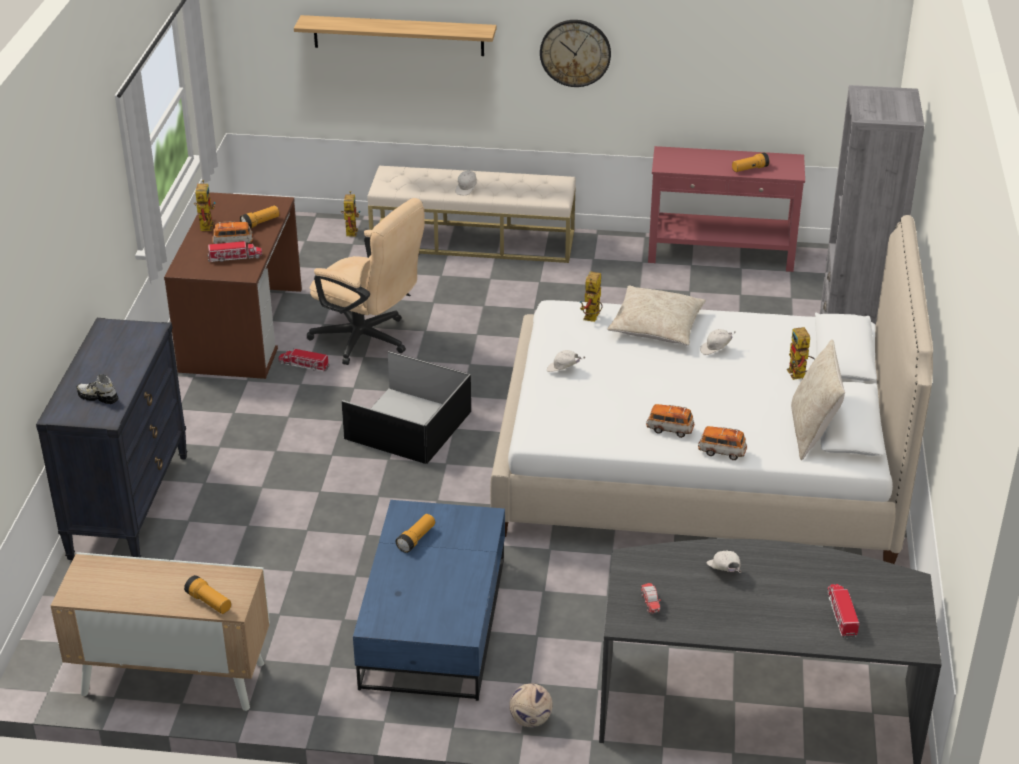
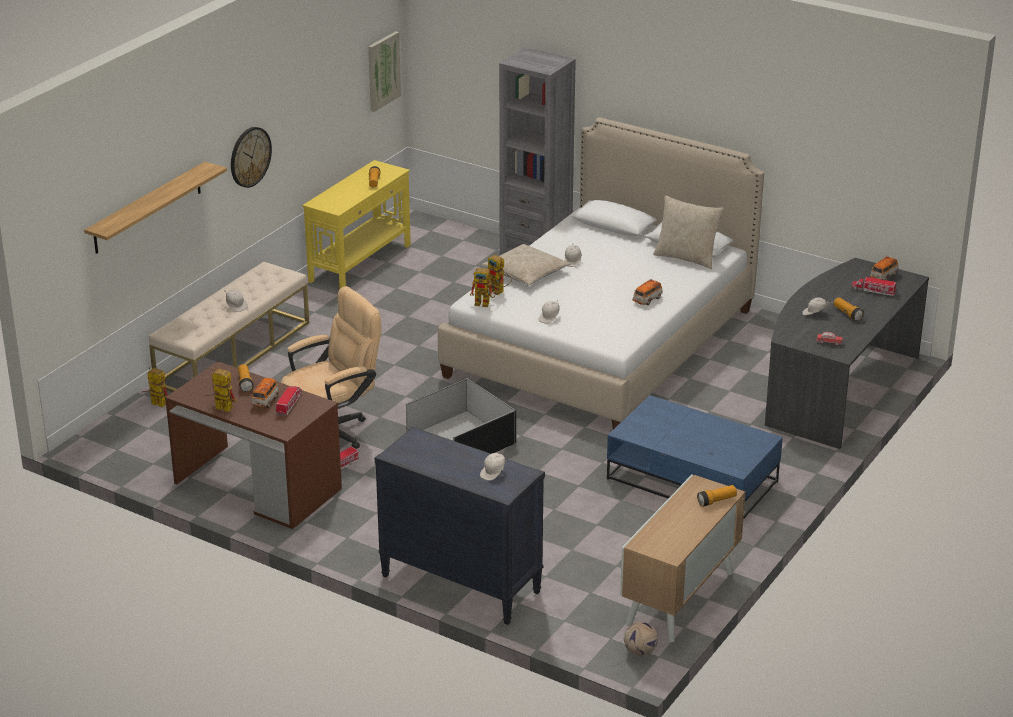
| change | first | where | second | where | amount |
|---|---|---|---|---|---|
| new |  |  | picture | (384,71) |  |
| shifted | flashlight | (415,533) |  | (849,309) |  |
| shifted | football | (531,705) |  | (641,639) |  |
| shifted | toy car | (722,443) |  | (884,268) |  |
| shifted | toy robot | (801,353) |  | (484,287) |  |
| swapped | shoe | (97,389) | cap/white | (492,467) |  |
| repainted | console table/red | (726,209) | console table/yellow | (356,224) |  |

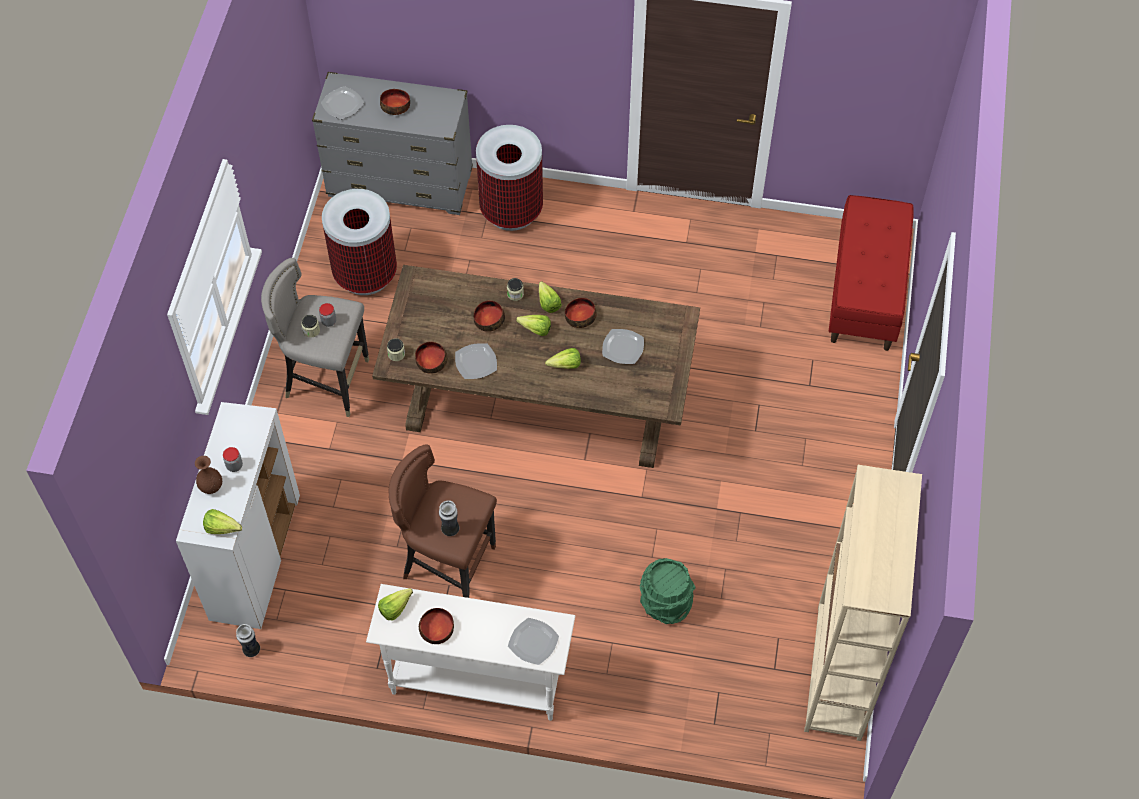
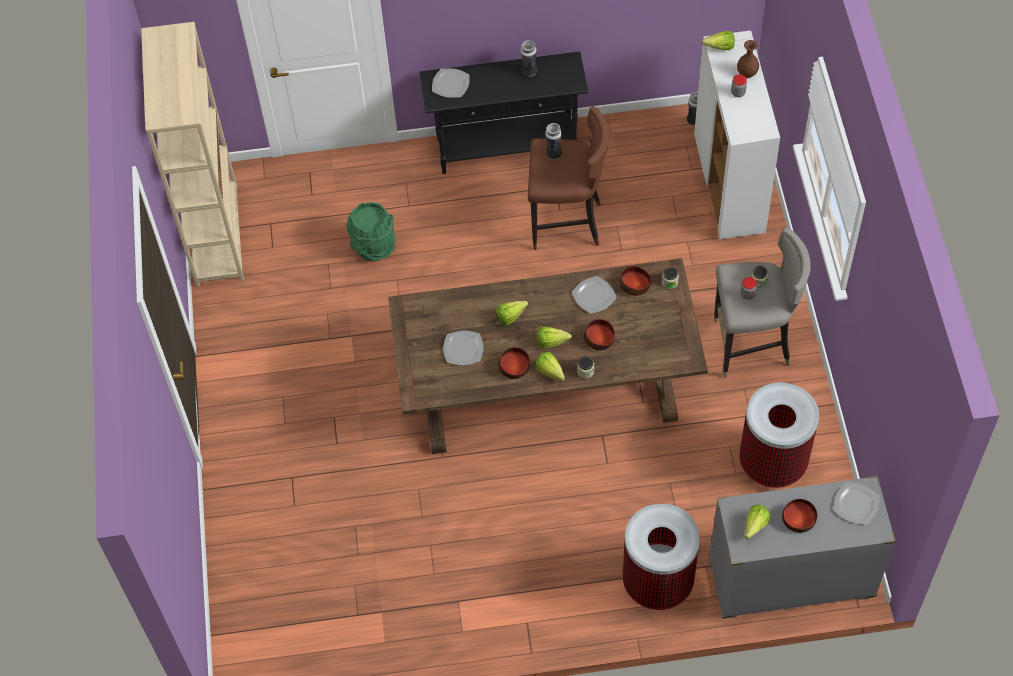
| change | first | where | second | where | amount |
|---|---|---|---|---|---|
| gone | bench/red | (871,273) |  |  |  |
| shifted | lettuce | (395,604) |  | (758,522) |  |
| swapped | bowl | (436,626) | vase | (529,58) |  |
| repainted | console table/white | (470,652) | console table/black | (504,113) |  |

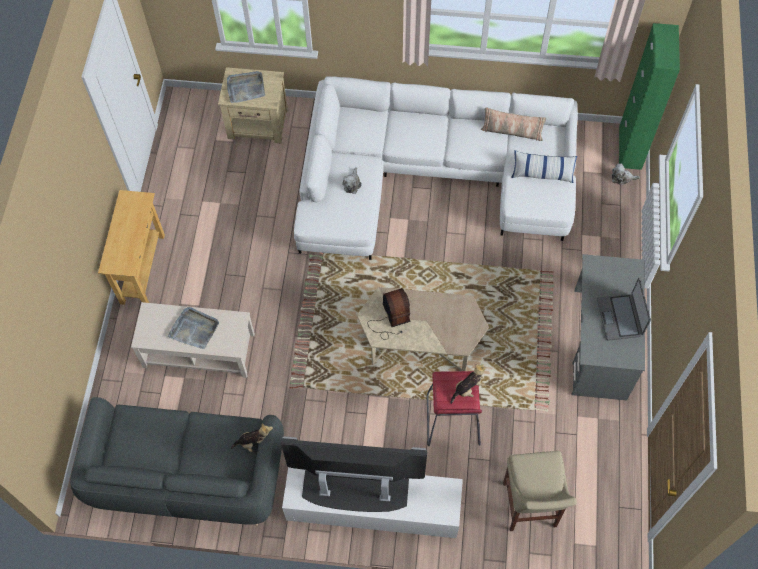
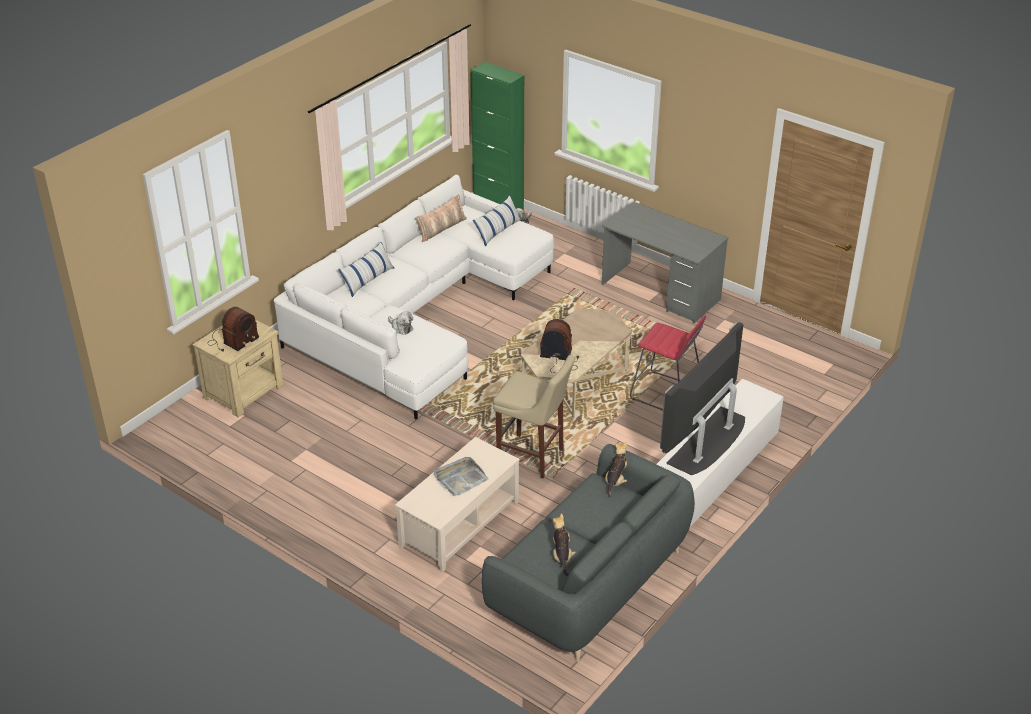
| change | first | where | second | where | amount |
|---|---|---|---|---|---|
| gone | console table/beige | (131,247) |  |  |  |
| gone | laptop | (624,309) |  |  |  |
| new |  |  | pillow | (366,269) |  |
| shifted | plush toy | (468,384) |  | (564,544) |  |
| shifted | stool/beige | (540,491) |  | (534,416) |  |
| swapped | tray/grey | (246,87) | radio | (233,329) |  |

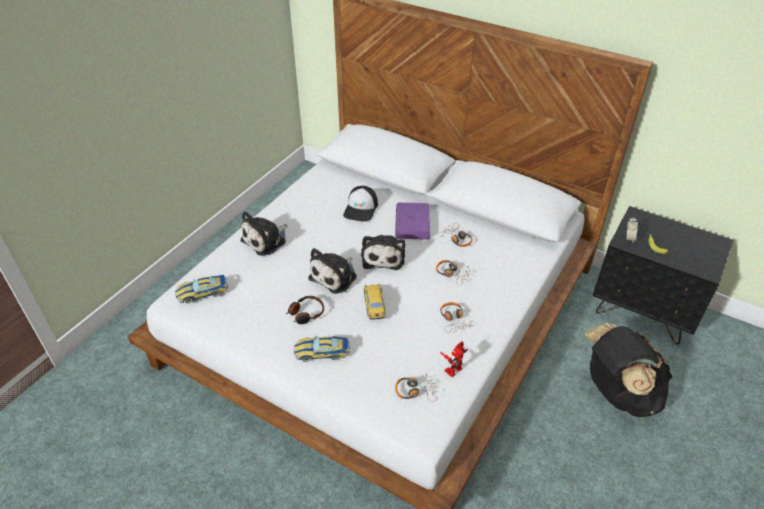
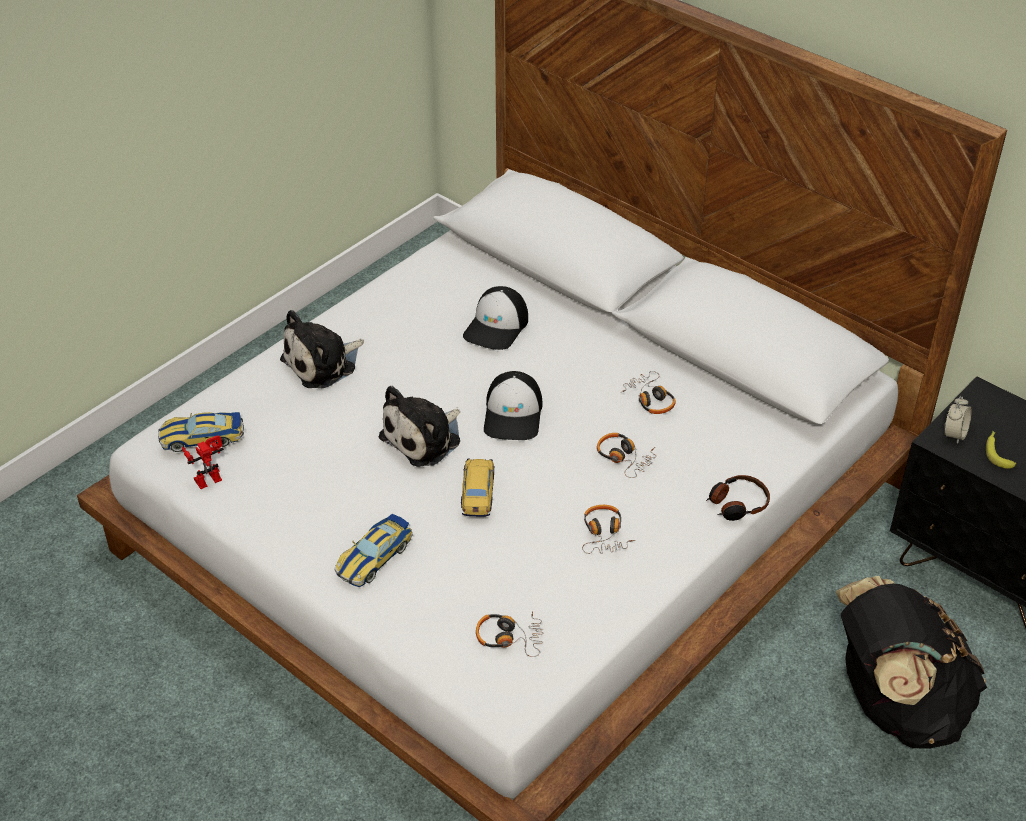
| change | first | where | second | where | amount |
|---|---|---|---|---|---|
| gone | book/purple | (412,221) |  |  |  |
| shifted | headphones | (305,310) |  | (738,498) |  |
| shifted | toy robot | (454,359) |  | (203,462) |  |
| swapped | plush toy | (383,252) | cap | (513,405) |  |
| rotated | toy car | (322,349) |  | (373,550) | 60 degrees counterclockwise |

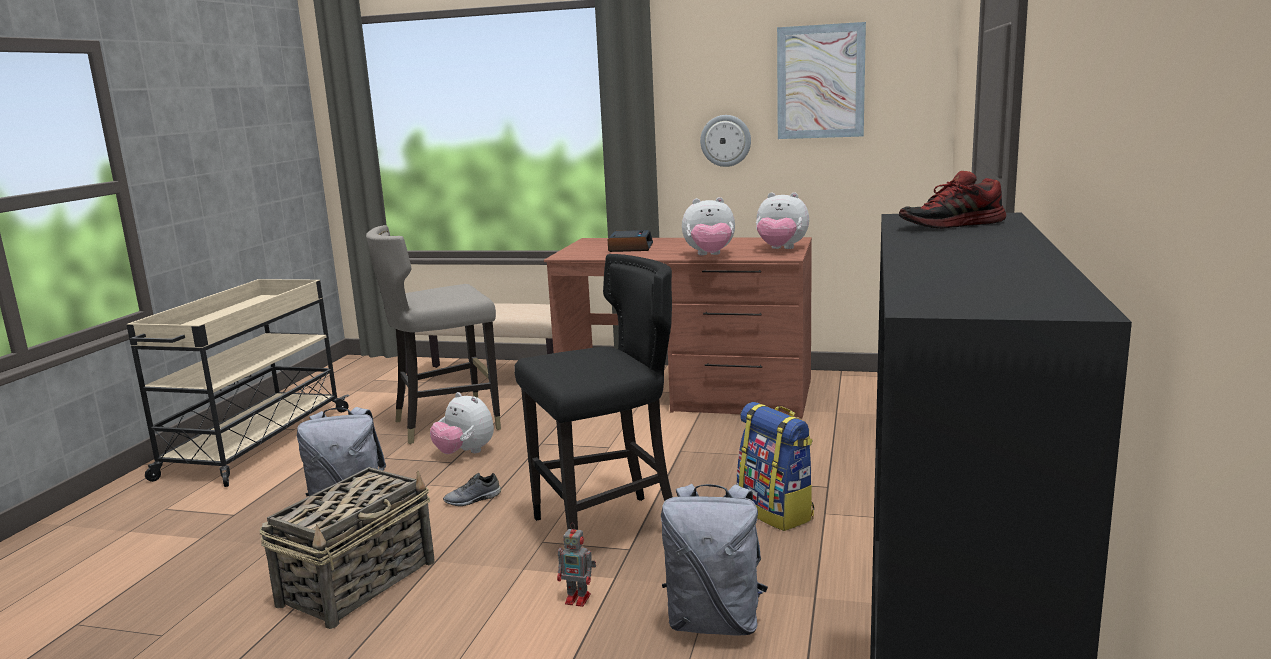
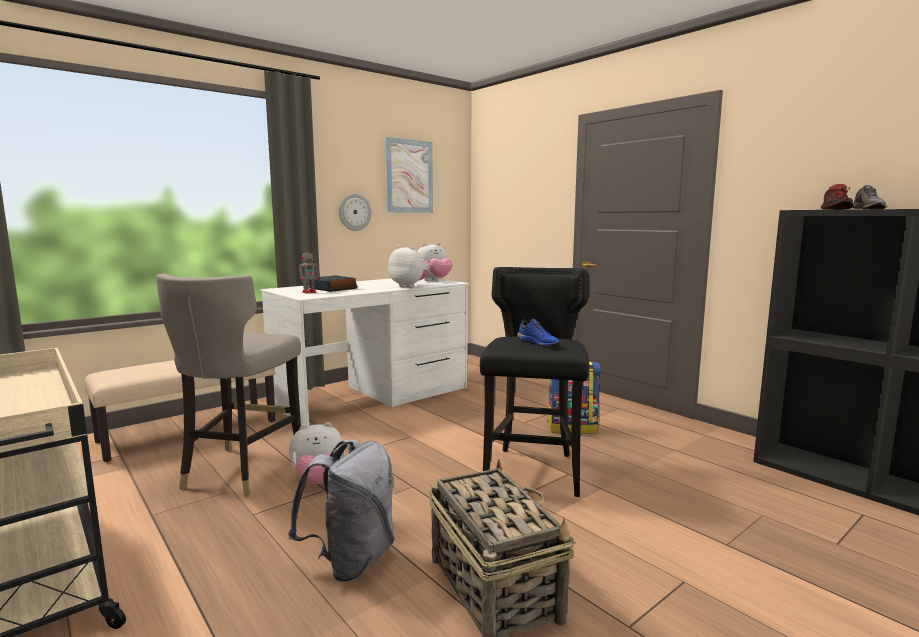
| change | first | where | second | where | amount |
|---|---|---|---|---|---|
| gone | backpack/grey | (714,560) |  |  |  |
| new |  |  | shoe/blue | (538,332) |  |
| shifted | shoe/grey | (472,489) |  | (869,197) |  |
| shifted | toy robot | (576,565) |  | (309,271) |  |
| repainted | desk/brown | (678,327) | desk/white | (364,352) |  |
| rotated | plush toy | (708,226) |  | (409,266) | 90 degrees counterclockwise |

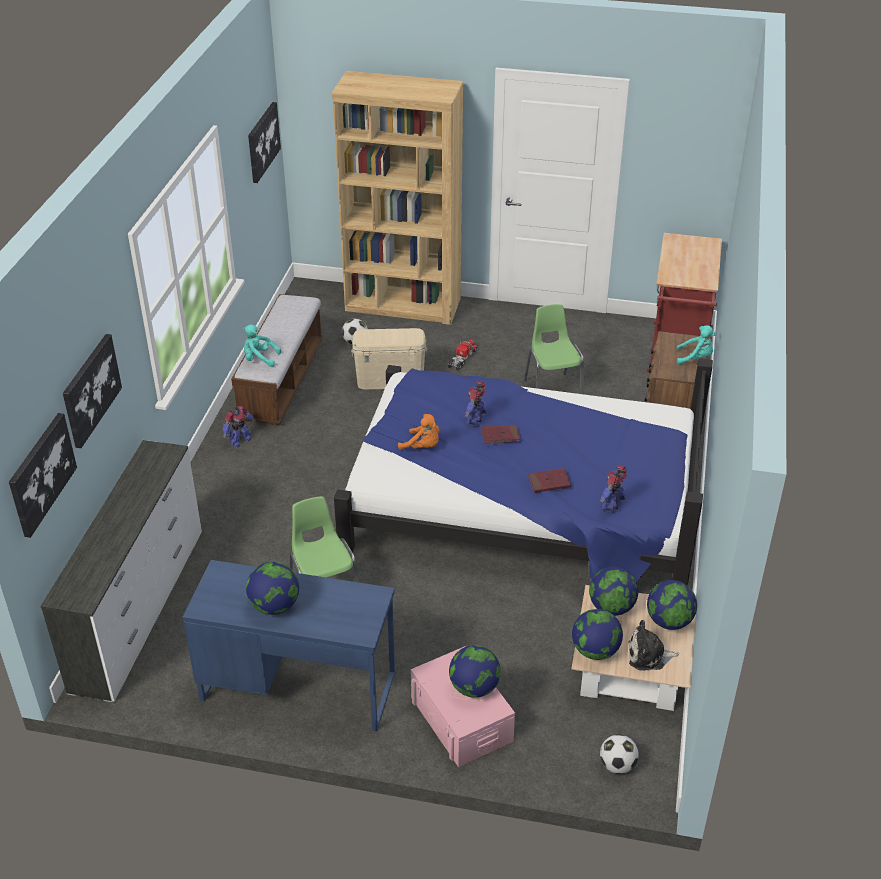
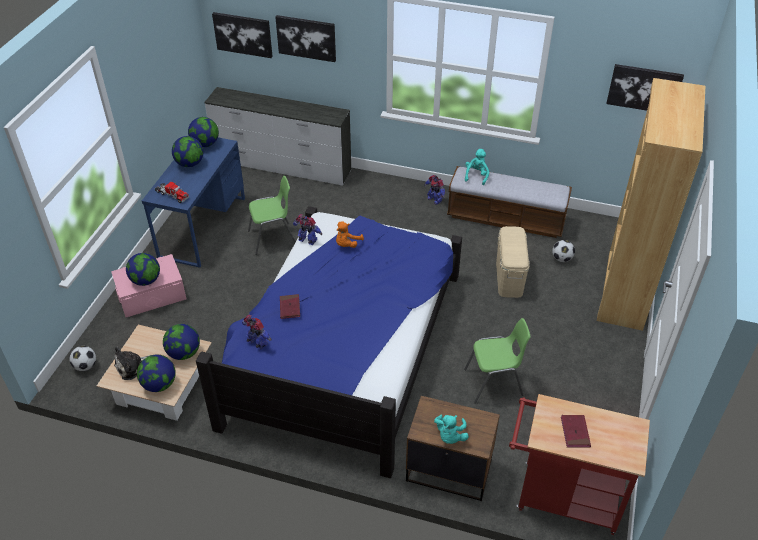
| change | first | where | second | where | amount |
|---|---|---|---|---|---|
| shifted | toy truck | (463,355) |  | (172,192) |  |
| shifted | toy robot | (475,403) |  | (307,229) |  |
| shifted | book/red | (500,434) |  | (576,431) |  |
| shifted | globe | (597,634) |  | (203,132) |  |
| rotated | plush toy | (654,645) |  | (132,363) | 135 degrees counterclockwise |

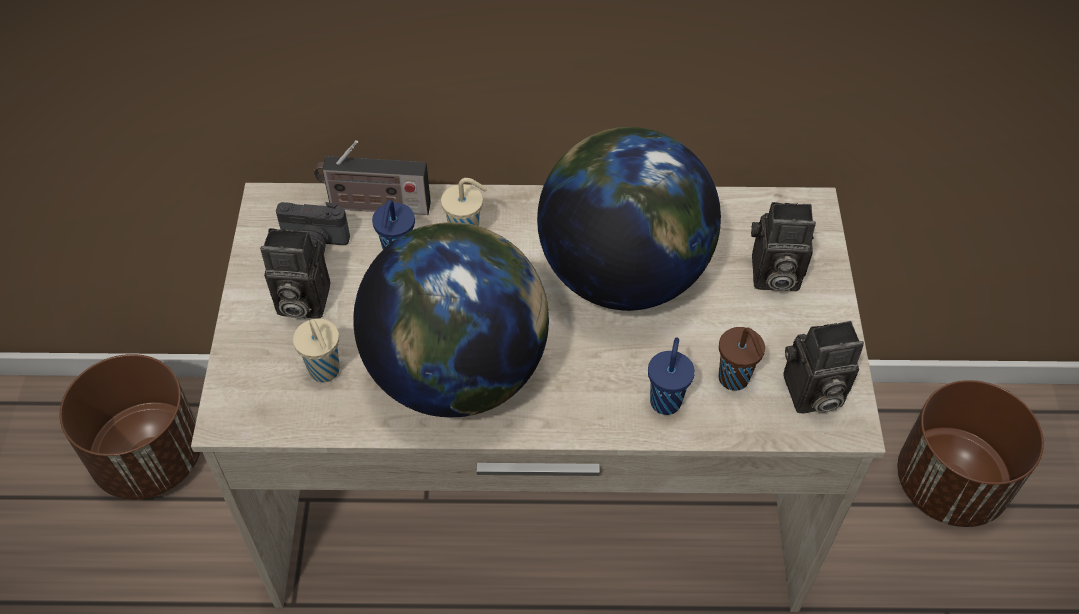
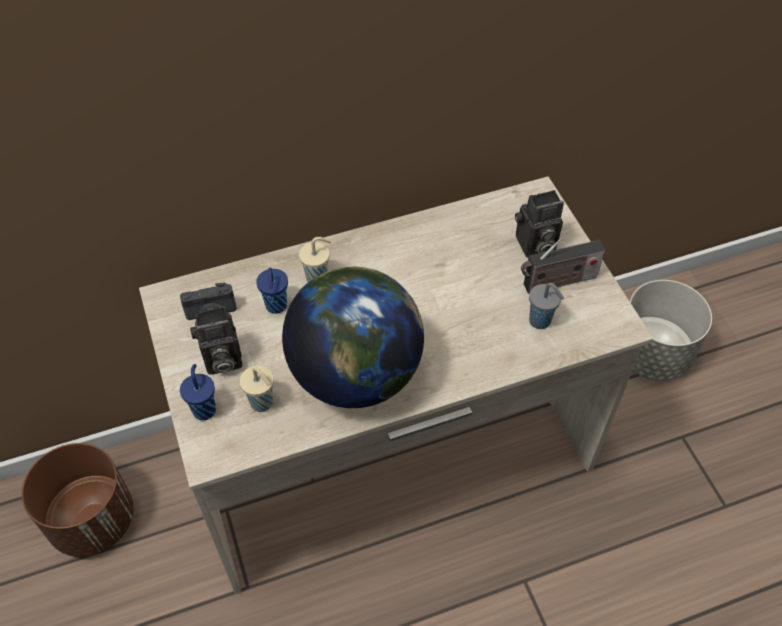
| change | first | where | second | where | amount |
|---|---|---|---|---|---|
| gone | globe | (629,219) |  |  |  |
| gone | photo camera | (824,367) |  |  |  |
| shifted | radio | (372,177) |  | (563,266) |  |
| shifted | cup/blue | (671,376) |  | (198,392) |  |
| repainted | cup/brown | (742,359) | cup/grey | (546,306) |  |
| repainted | planter/brown | (971,453) | planter/grey | (671,330) |  |

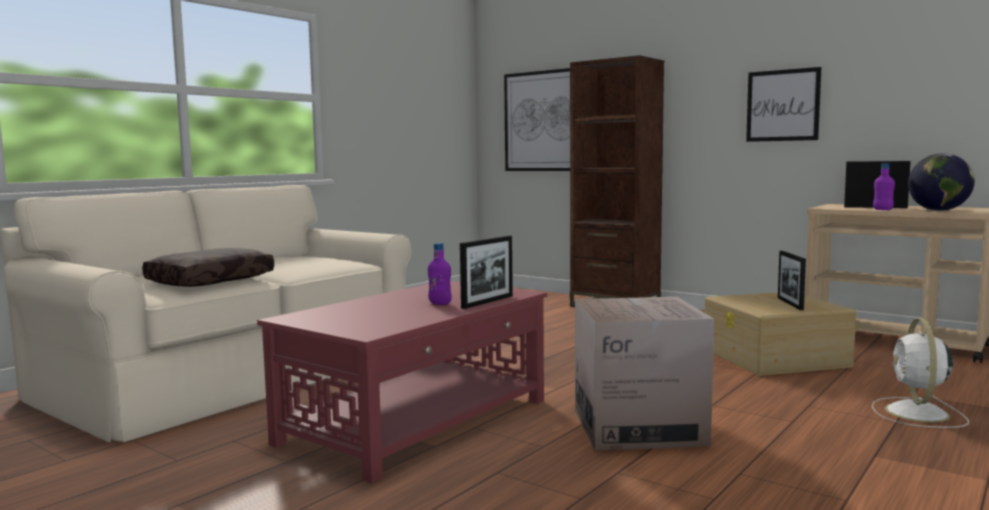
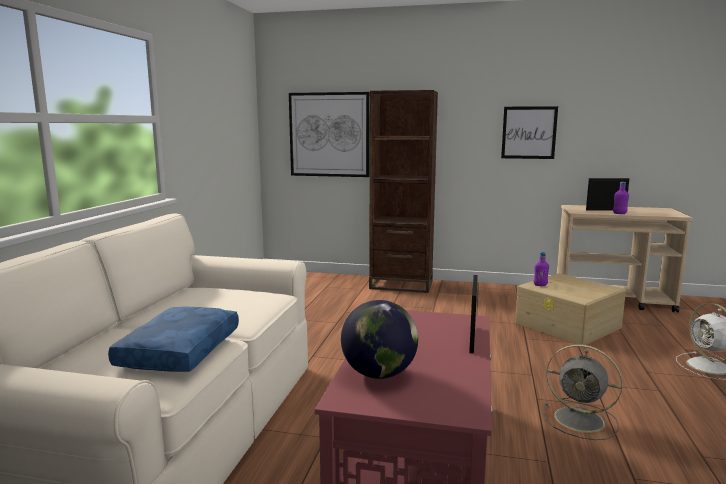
| change | first | where | second | where | amount |
|---|---|---|---|---|---|
| gone | picture frame | (792,280) |  |  |  |
| shifted | bottle/purple | (440,274) |  | (541,269) |  |
| shifted | globe | (941,182) |  | (379,339) |  |
| swapped | cardboard box | (644,374) | fan/grey | (583,392) |  |
| repainted | pillow/brown | (208,267) | pillow/blue | (173,339) |  |

